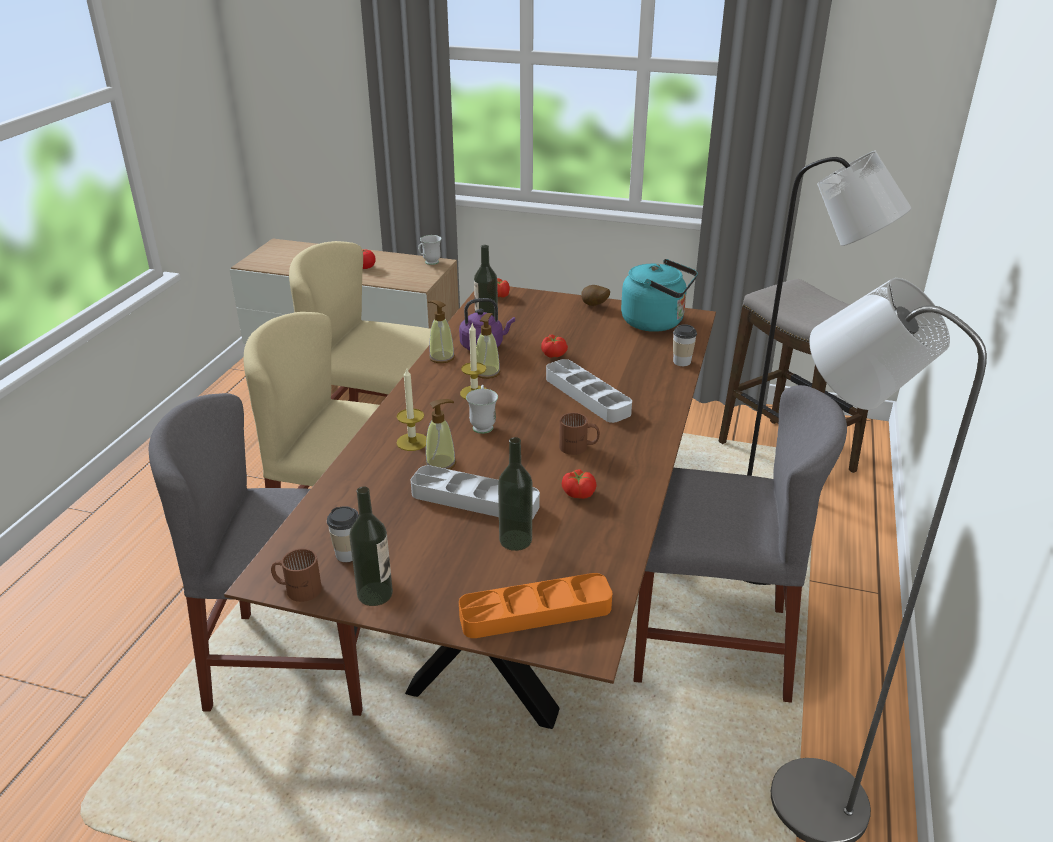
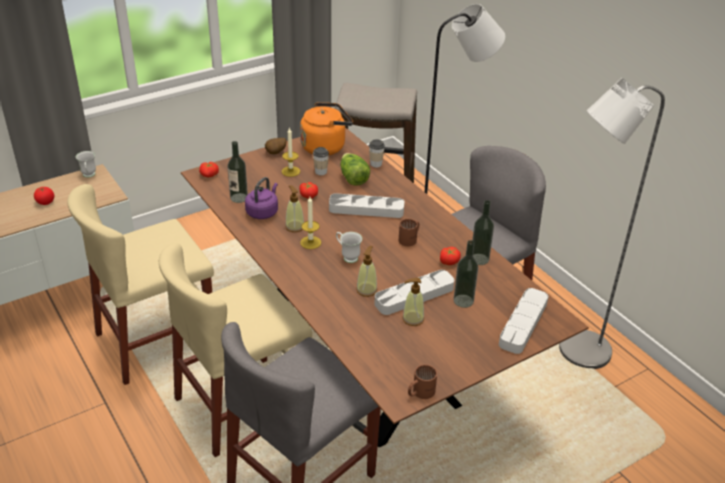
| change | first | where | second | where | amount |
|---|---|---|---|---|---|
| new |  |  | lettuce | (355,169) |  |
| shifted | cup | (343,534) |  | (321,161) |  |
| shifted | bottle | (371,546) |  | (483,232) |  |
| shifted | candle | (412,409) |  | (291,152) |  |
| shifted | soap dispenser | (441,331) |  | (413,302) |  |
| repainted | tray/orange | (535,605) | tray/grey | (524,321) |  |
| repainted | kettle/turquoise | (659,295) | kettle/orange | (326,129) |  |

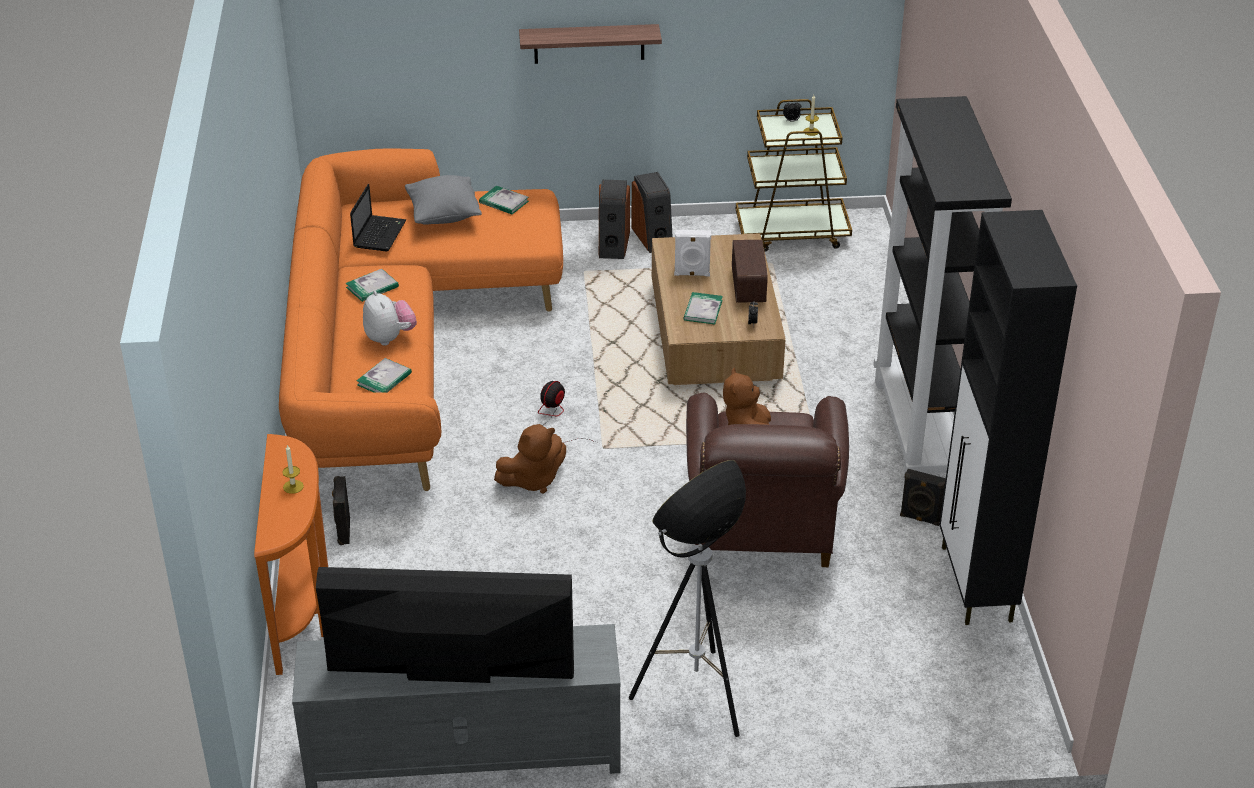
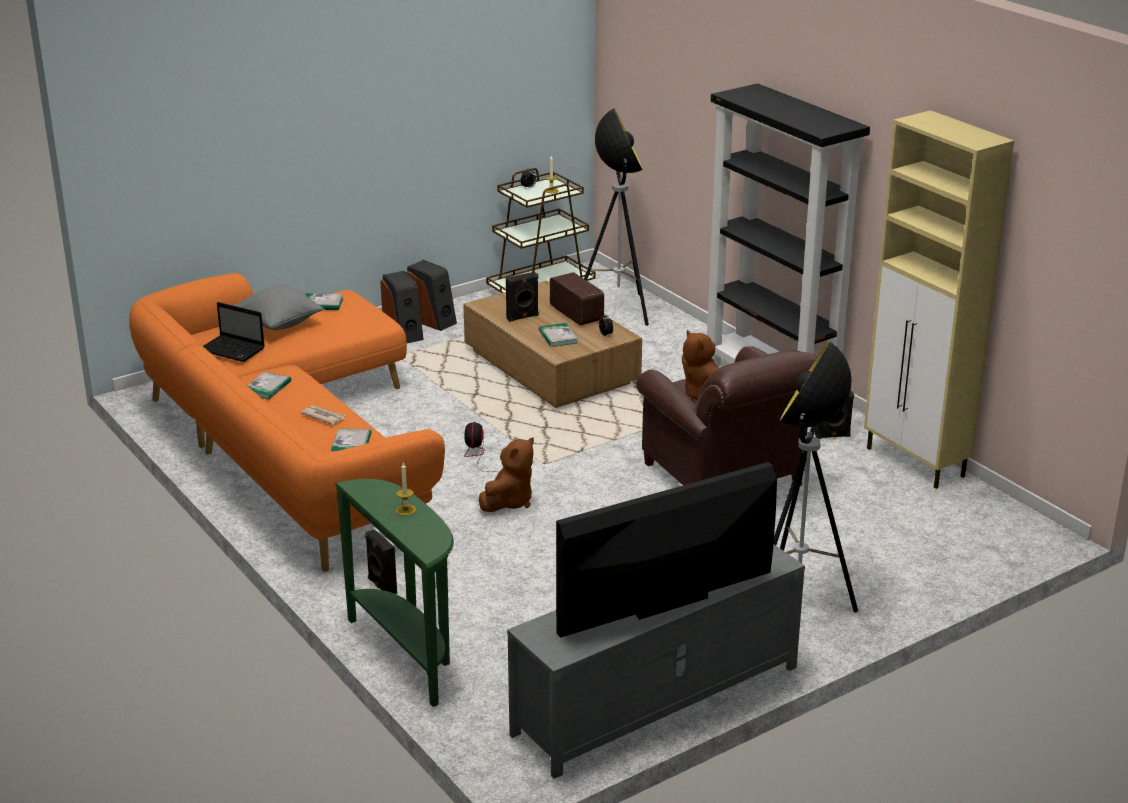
| change | first | where | second | where | amount |
|---|---|---|---|---|---|
| gone | shelf | (590,44) |  |  |  |
| new |  |  | floor lamp | (616,217) |  |
| swapped | plush toy | (390,318) | newspaper | (323,415) |  |
| repainted | console table/orange | (291,554) | console table/green | (394,593) |  |
| repainted | speaker/white | (692,253) | speaker/black | (522,297) |  |
| repainted | cabinet/black | (1008,417) | cabinet/beige | (939,299) |  |
| rotated | laptop | (378,217) |  | (234,332) | 135 degrees clockwise |

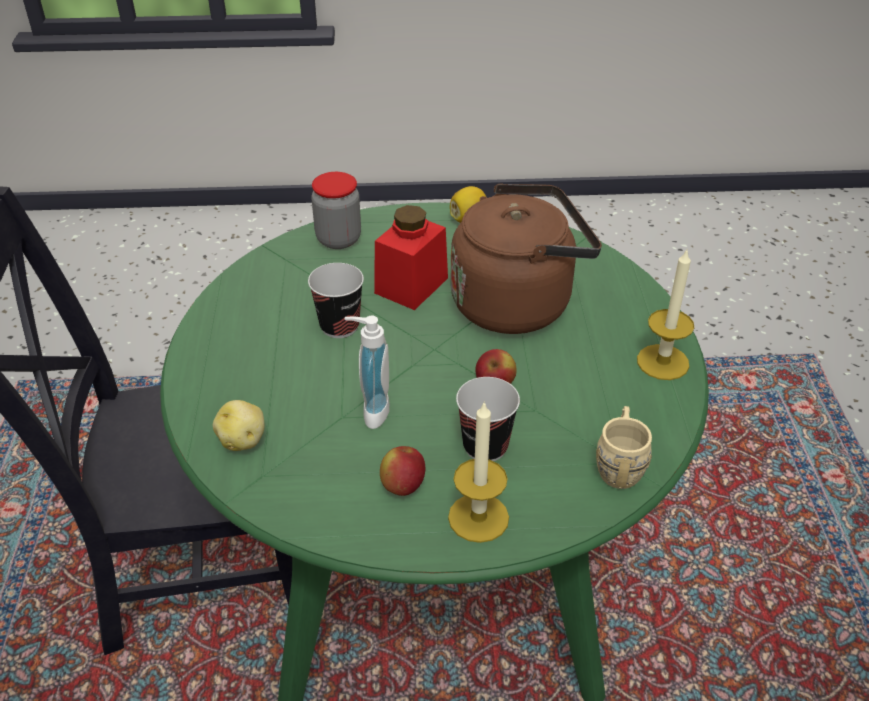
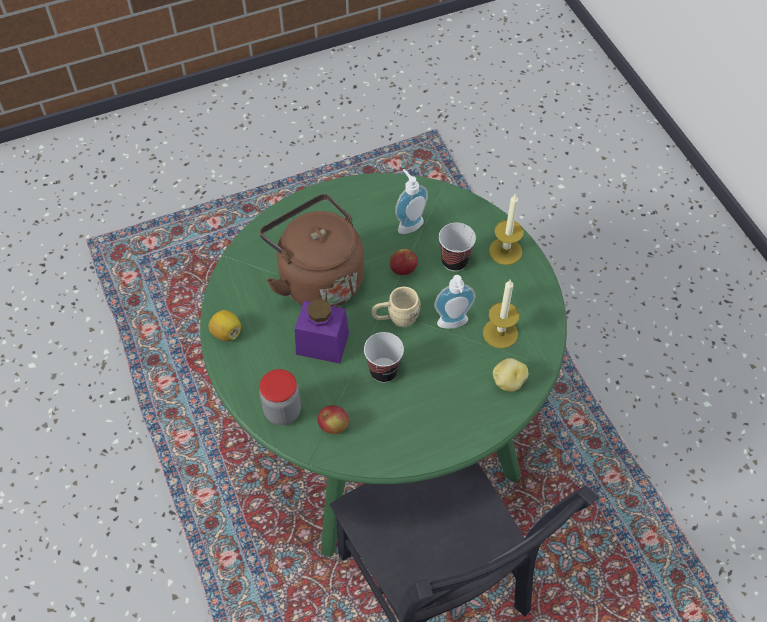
| change | first | where | second | where | amount |
|---|---|---|---|---|---|
| new |  |  | soap dispenser | (411,201) |  |
| shifted | apple | (402,471) |  | (333,419) |  |
| shifted | mug/beige | (624,447) |  | (396,307) |  |
| shifted | candle | (665,314) |  | (501,314) |  |
| repainted | jar/red | (411,257) | jar/purple | (322,331) |  |

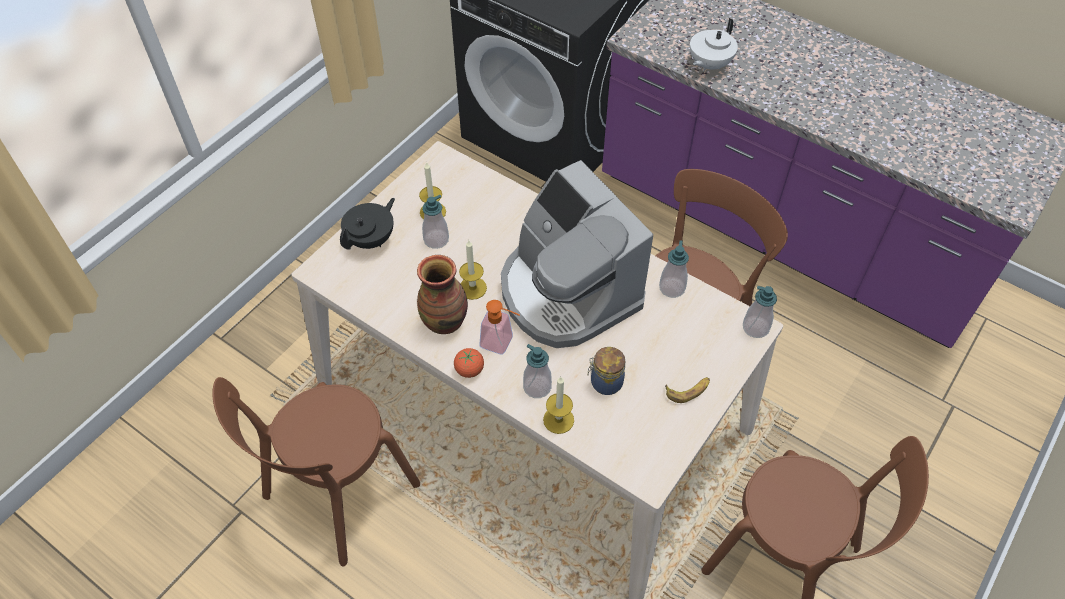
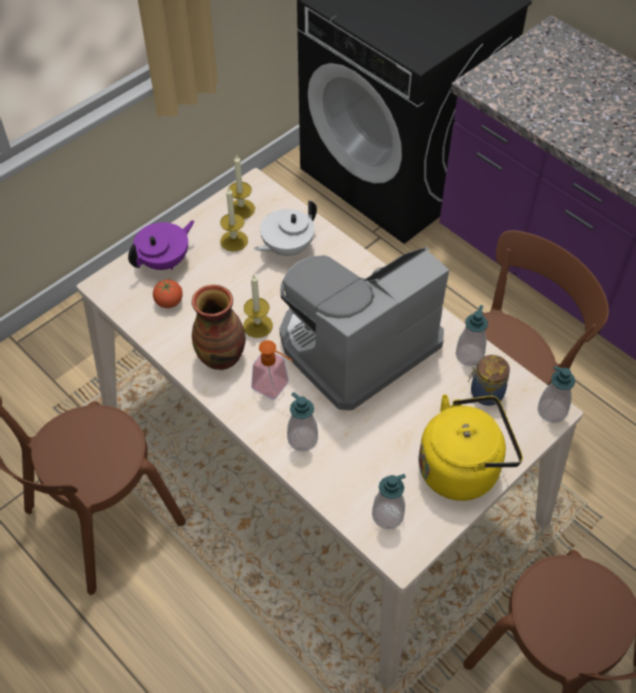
| change | first | where | second | where | amount |
|---|---|---|---|---|---|
| shifted | soap dispenser | (435,222) |  | (389,501) |  |
| shifted | tomato | (469,363) |  | (168,294) |  |
| shifted | candle | (558,405) |  | (242,186) |  |
| shifted | jar | (607,371) |  | (489,380) |  |
| shifted | teapot/white | (714,44) |  | (285,228) |  |
| swapped | banana | (687,390) | kettle/yellow | (470,447) |  |
| repainted | teapot/black | (367,224) | teapot/purple | (161,245) |  |
| rotated | coffee machine | (577,254) |  | (364,329) | 75 degrees clockwise |

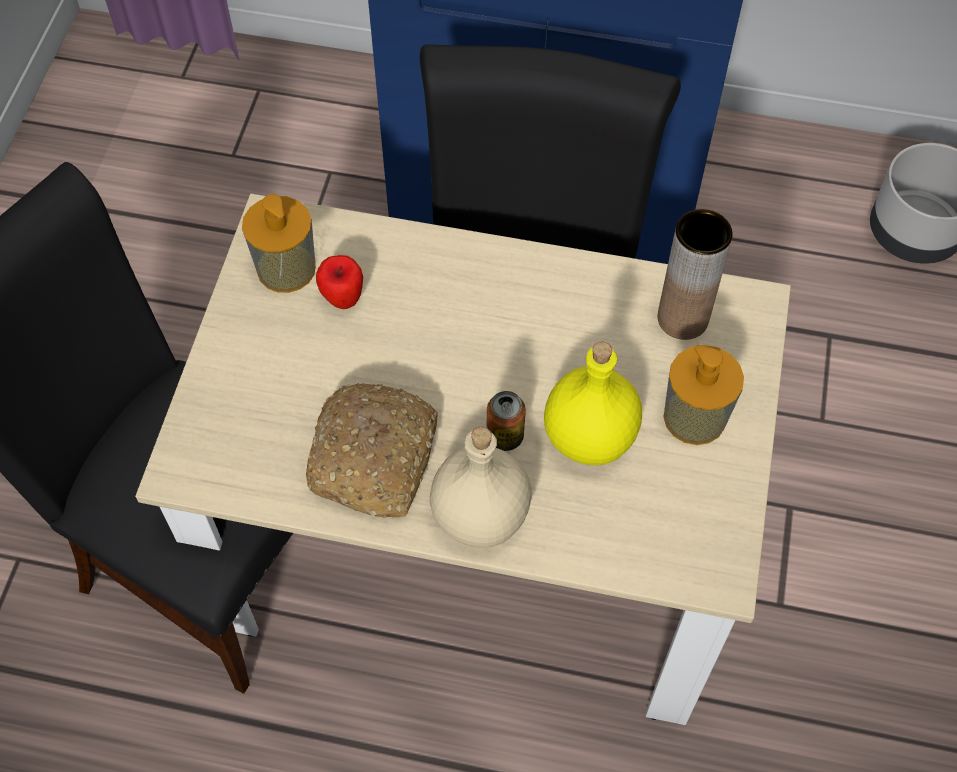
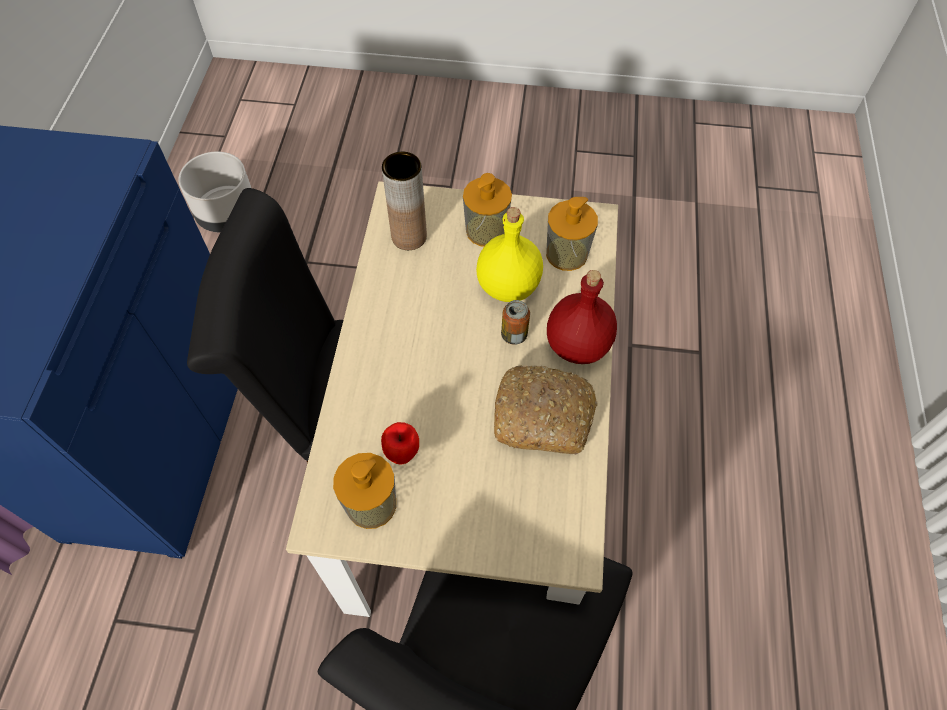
| change | first | where | second | where | amount |
|---|---|---|---|---|---|
| new |  |  | soap dispenser | (572,234) |  |
| repainted | bottle/beige | (480,487) | bottle/red | (582,317) |  |

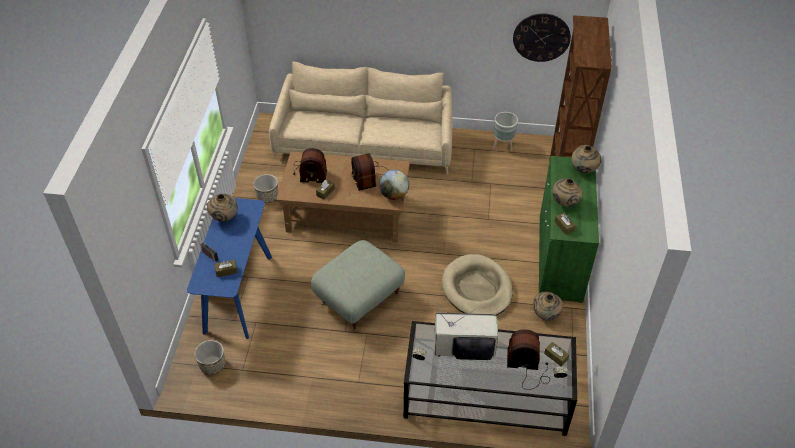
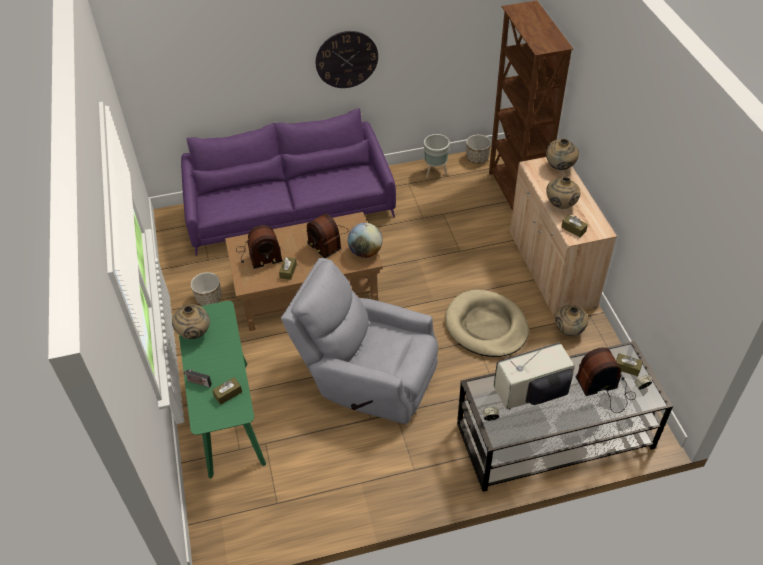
| change | first | where | second | where | amount |
|---|---|---|---|---|---|
| shifted | planter | (209,357) |  | (478,149) |  |
| shifted | wall clock | (542,37) |  | (347,59) |  |
| swapped | ottoman/grey | (358,285) | armchair/grey | (359,341) |  |
| repainted | console table/blue | (229,268) | console table/green | (222,389) |  |
| repainted | sofa/beige | (361,117) | sofa/purple | (288,182) |  |
| repainted | cabinet/green | (569,229) | cabinet/beige | (563,236) |  |

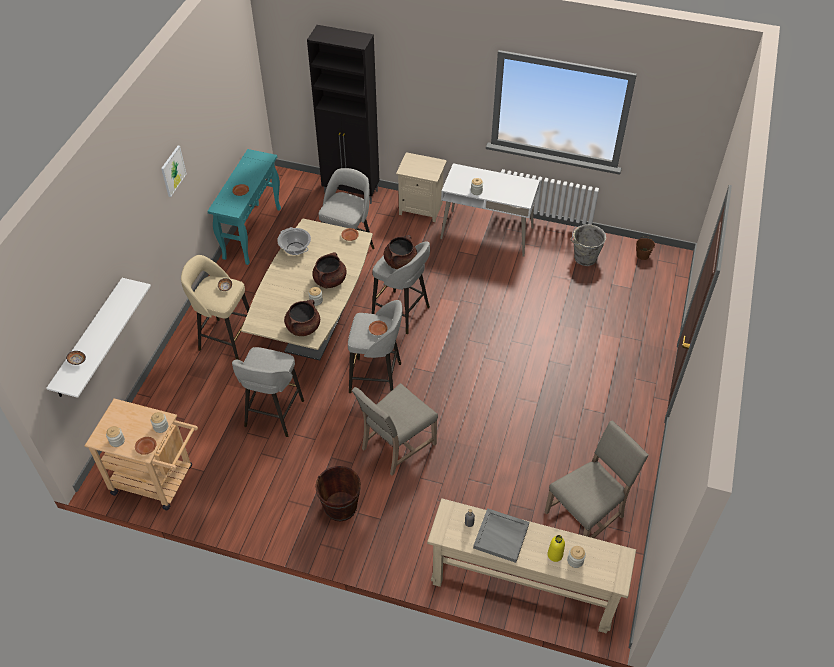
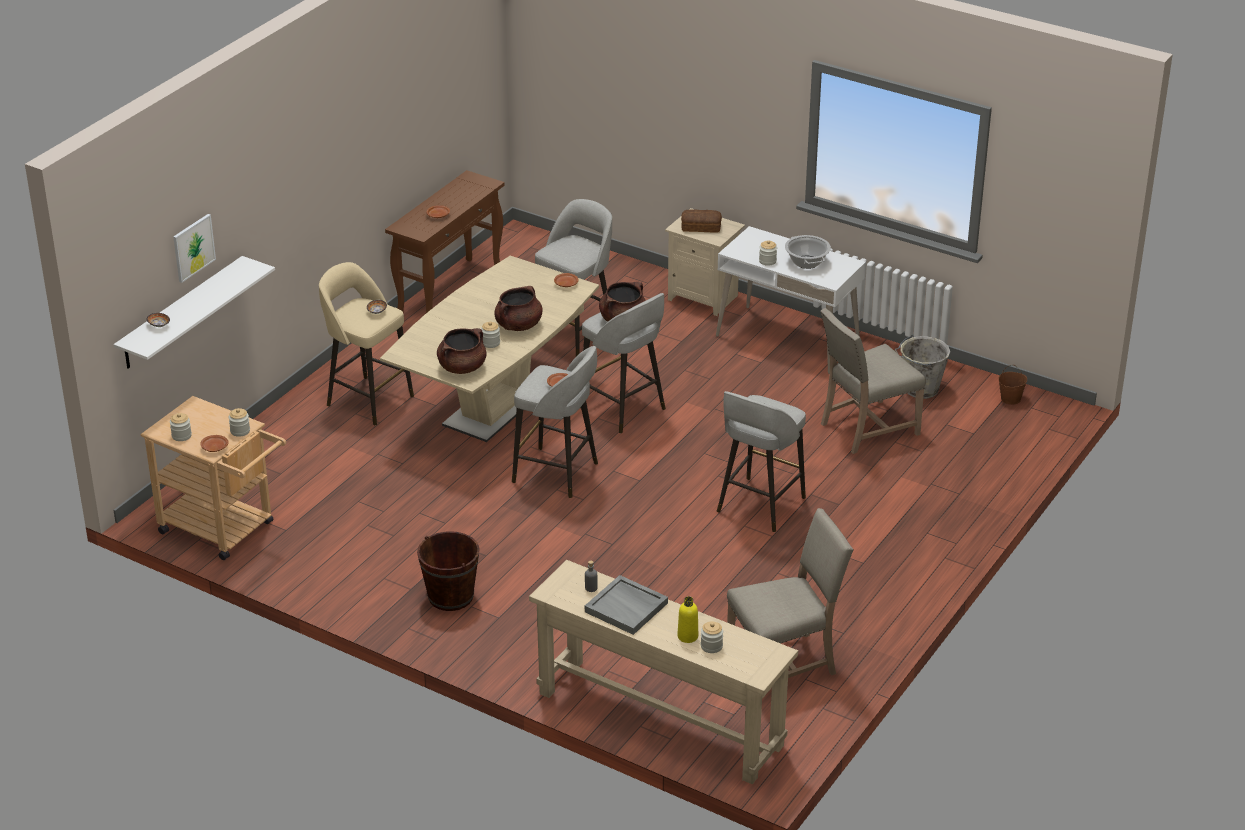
| change | first | where | second | where | amount |
|---|---|---|---|---|---|
| gone | cabinet/black | (343,114) |  |  |  |
| new |  |  | bread | (701,220) |  |
| shifted | picture | (174,171) |  | (194,248) |  |
| shifted | stool/grey | (268,392) |  | (761,461) |  |
| shifted | cooking pot | (294,241) |  | (808,252) |  |
| shifted | chair/beige | (395,429) |  | (873,381) |  |
| repainted | console table/turquoise | (244,207) | console table/brown | (445,241) |  |

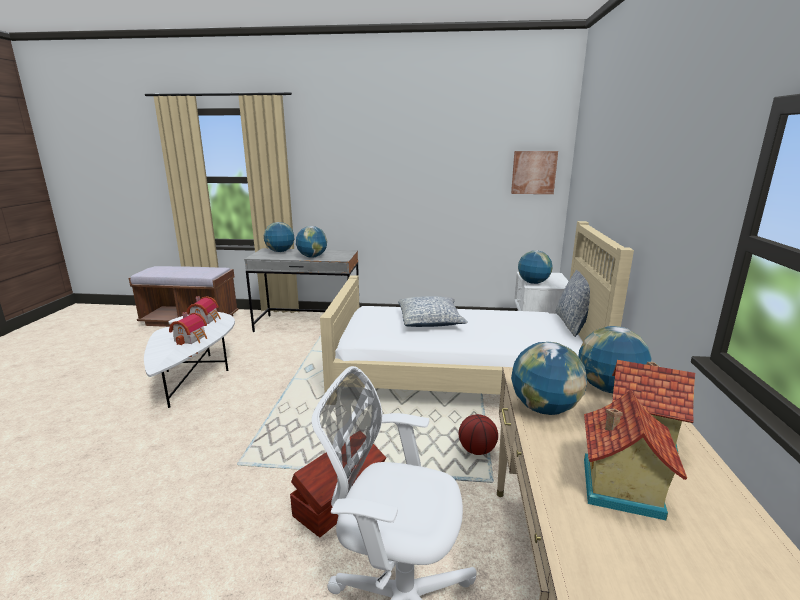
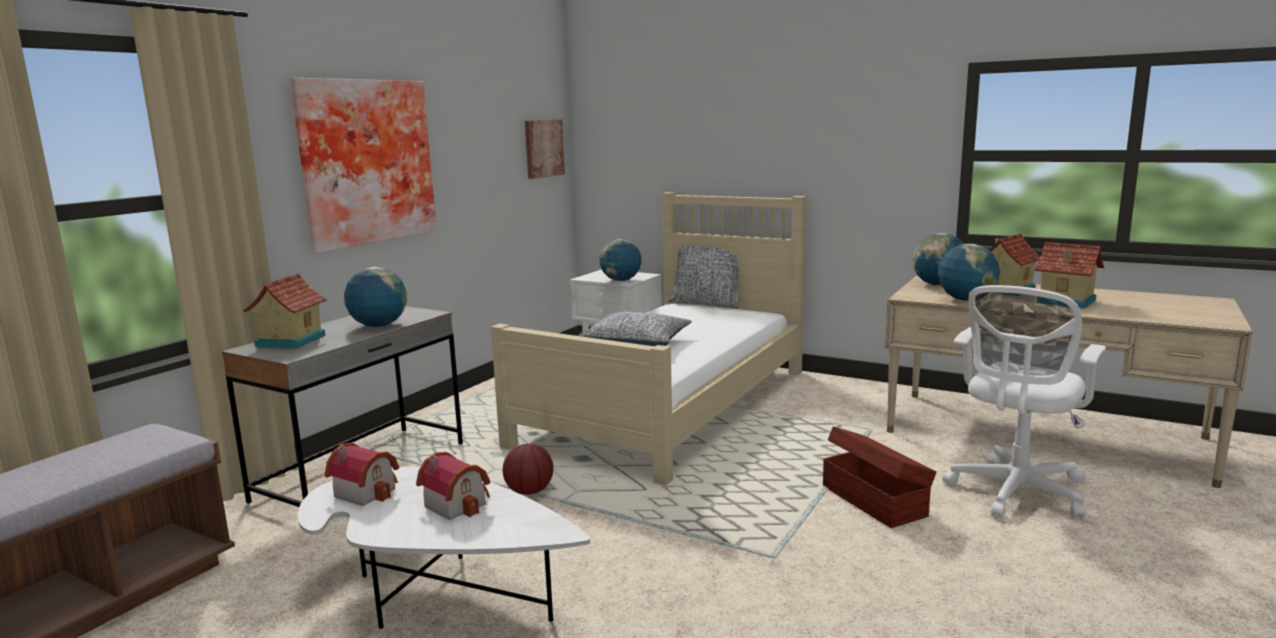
| change | first | where | second | where | amount |
|---|---|---|---|---|---|
| new |  |  | picture | (363,165) |  |
| shifted | basketball | (478,434) |  | (528,469) |  |
| swapped | globe | (279,237) | toy house | (285,311) |  |

